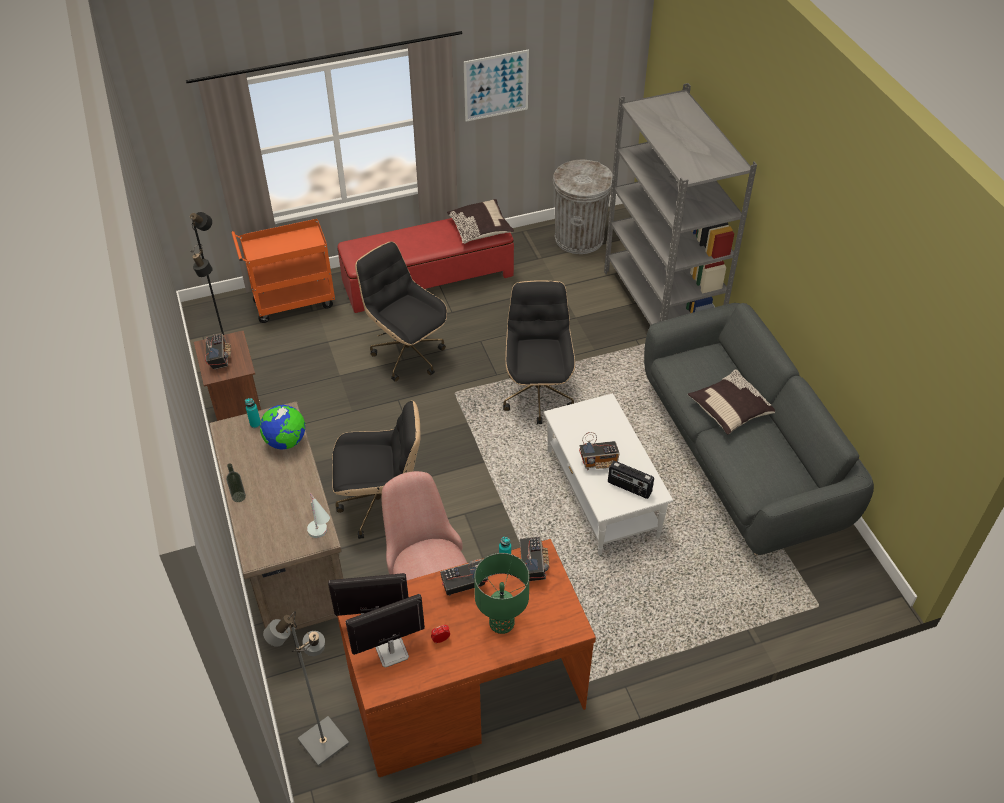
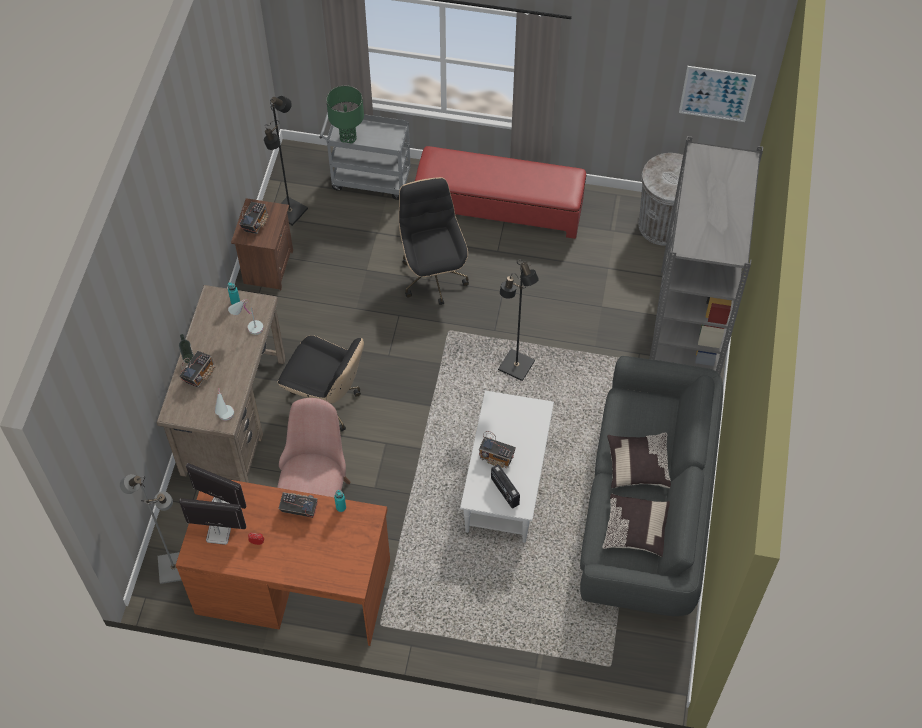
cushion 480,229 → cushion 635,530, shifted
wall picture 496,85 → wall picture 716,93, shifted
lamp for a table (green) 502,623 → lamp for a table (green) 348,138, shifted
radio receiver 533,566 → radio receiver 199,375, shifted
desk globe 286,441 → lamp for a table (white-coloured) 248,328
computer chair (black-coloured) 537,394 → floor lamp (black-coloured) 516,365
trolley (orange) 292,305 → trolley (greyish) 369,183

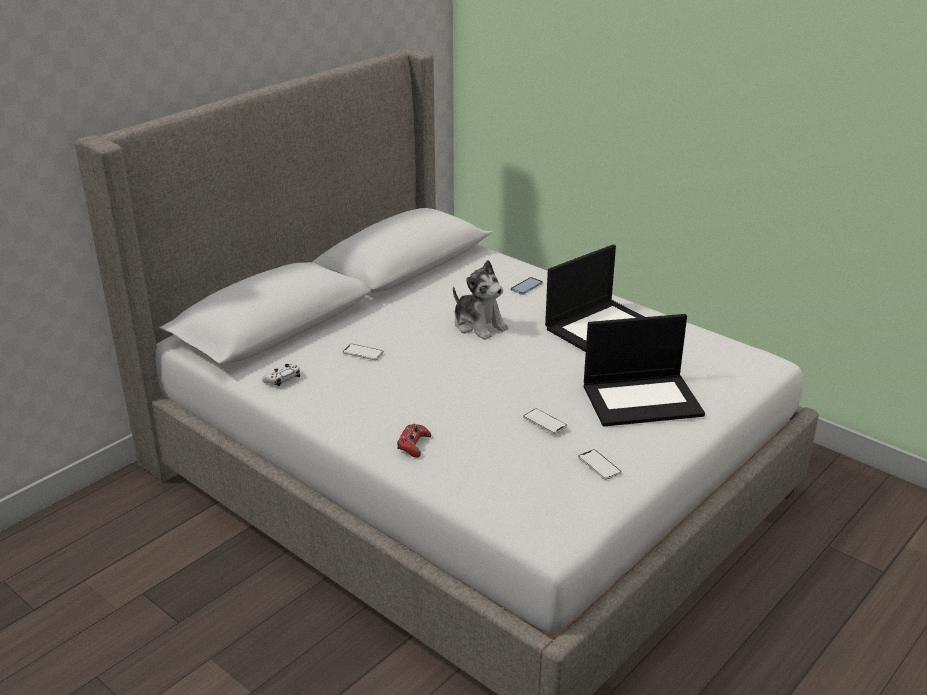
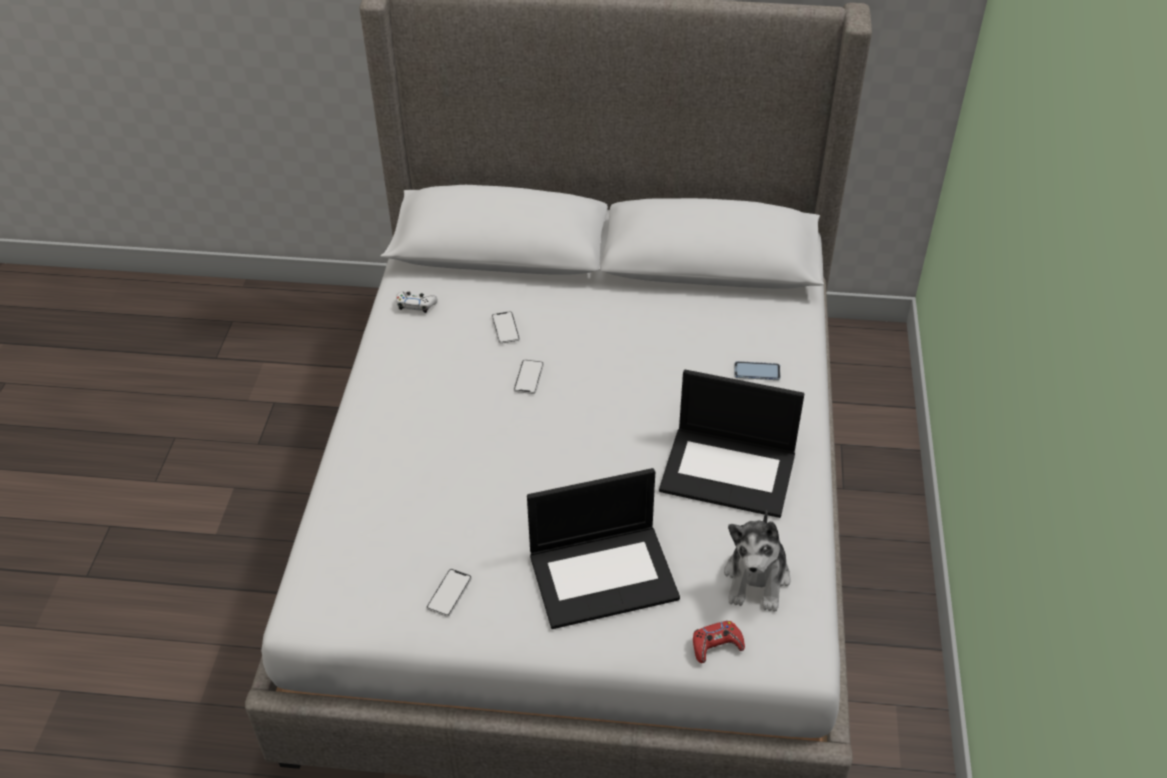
gamepad (reddish) 414,445 → gamepad (reddish) 716,645, shifted
plush toy 479,325 → plush toy 757,578, shifted
telephone 544,422 → telephone 529,377, shifted
laptop 643,399 → laptop 604,574, 60 degrees counterclockwise

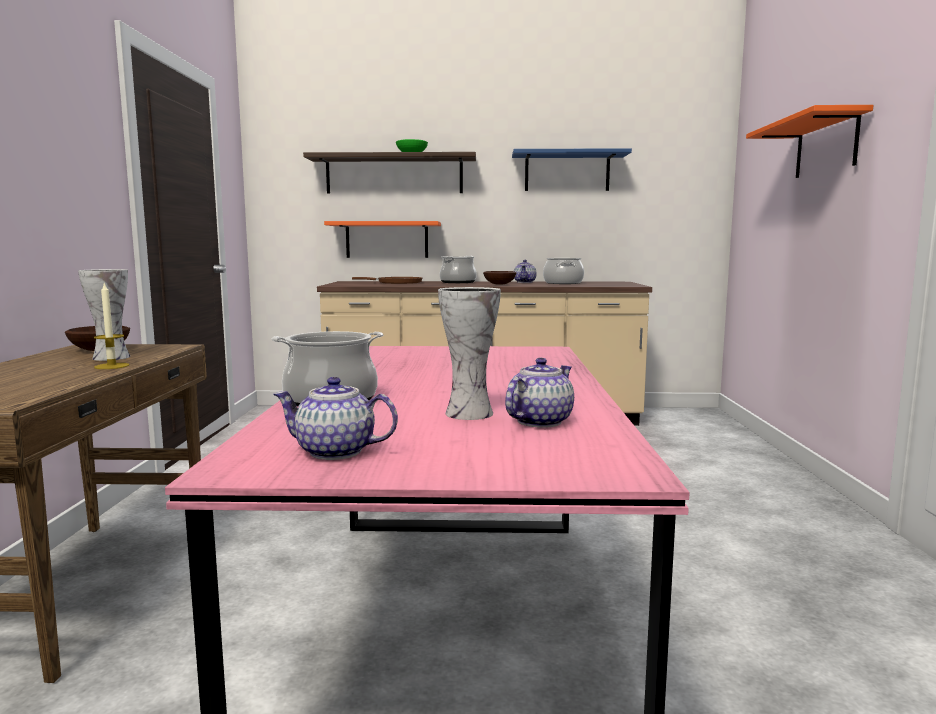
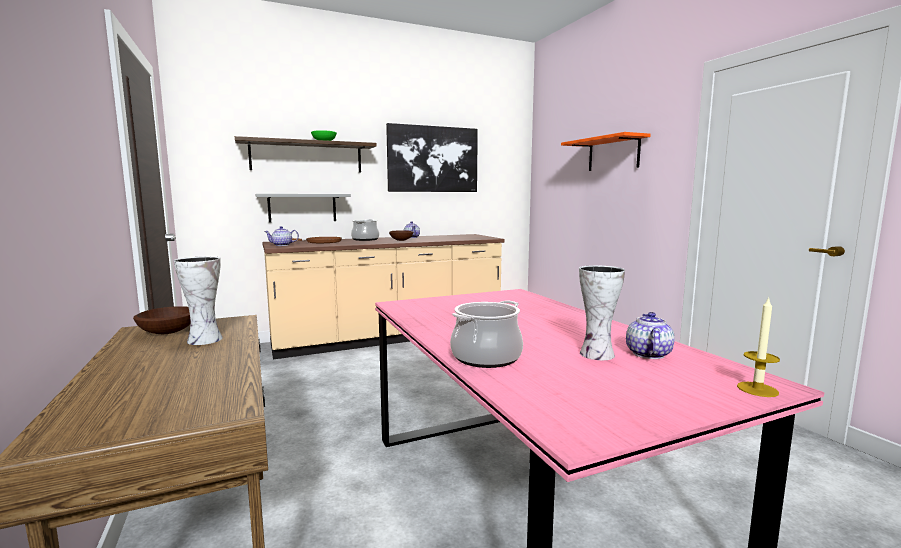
cooking pot 563,283 → -
wax candle 112,366 → wax candle 757,389, shifted
teapot 336,452 → teapot 282,245, shifted
shelf (bluish) 567,172 → wall picture 433,159
shelf (orange) 387,240 → shelf (greyish) 302,207

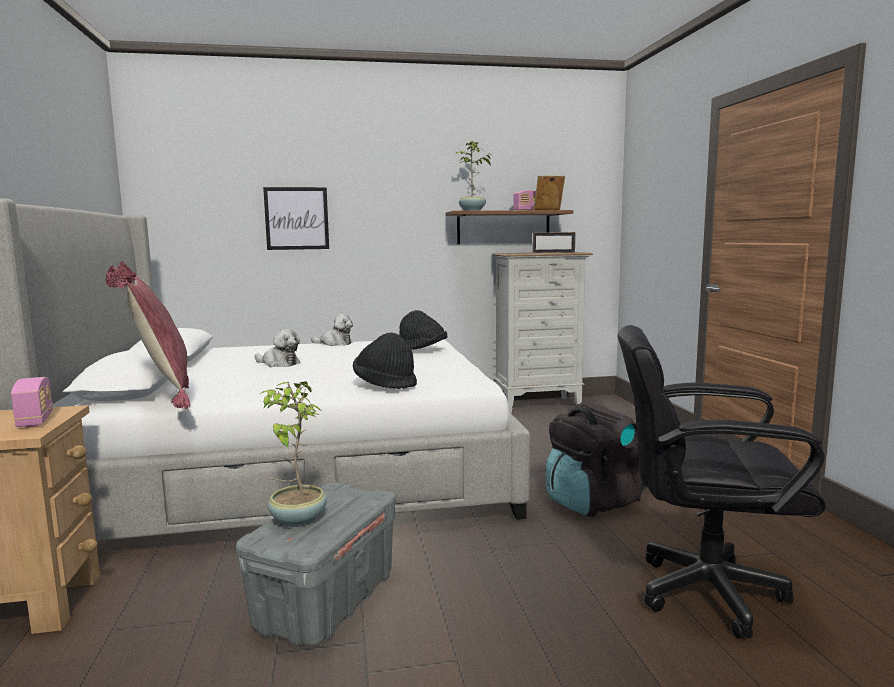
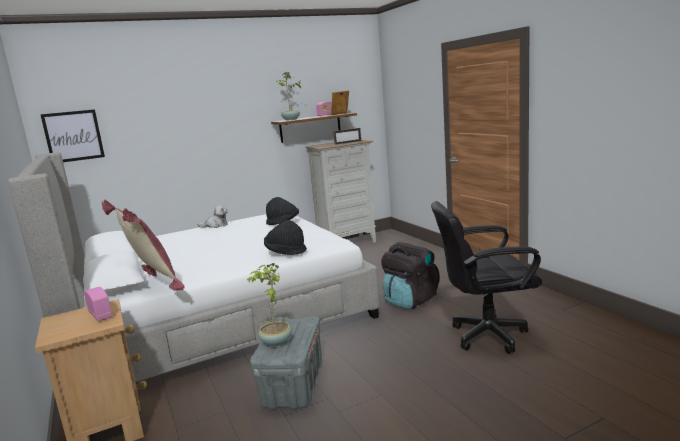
plush toy 279,364 → -
wall picture 296,218 → wall picture 73,136, shifted

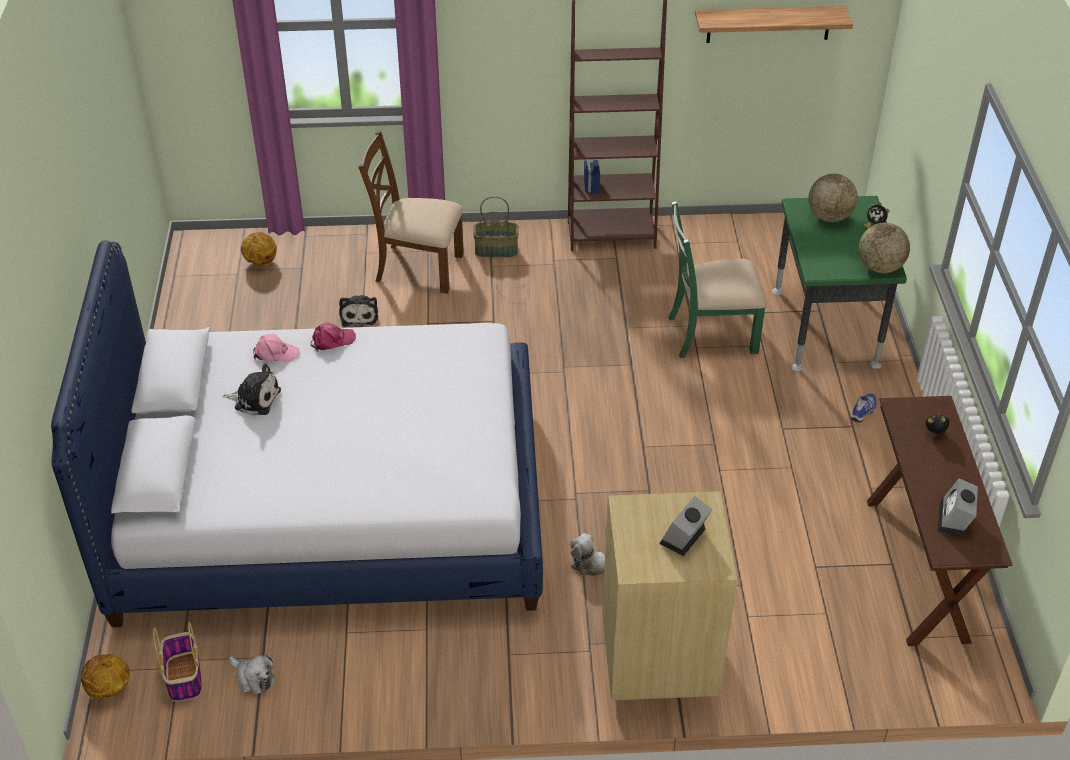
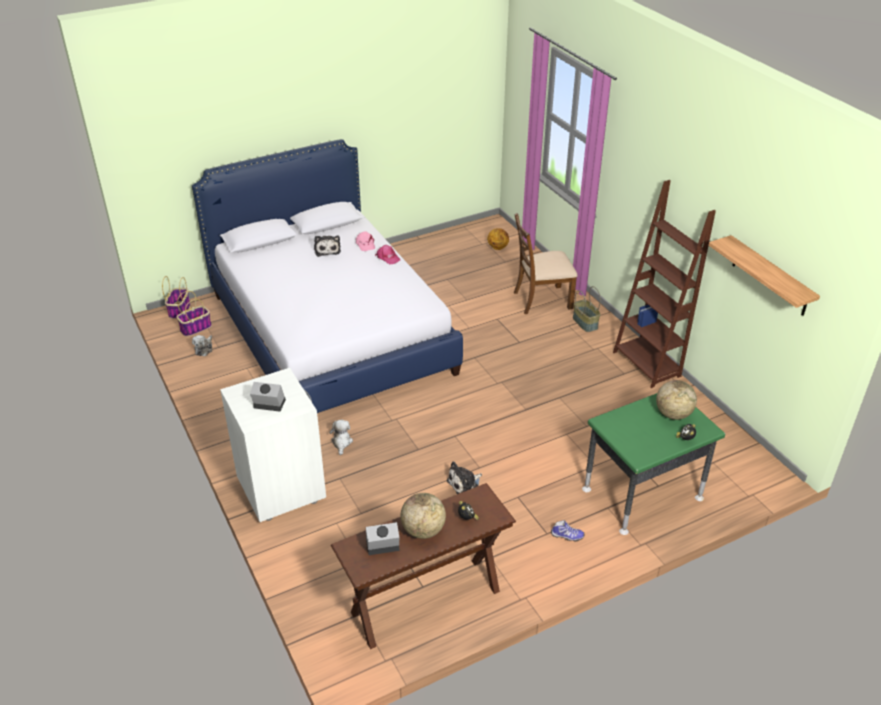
plain chair (green) 711,334 → -
plush toy 359,315 → plush toy 464,484, shifted
desk globe 880,267 → desk globe 423,530, shifted
ball for basketball 109,689 → storage basket 179,310
drawer chest (brown) 658,659 → drawer chest (white-coloured) 282,491
plain chair (brown) 418,268 → plain chair (brown) 541,300, 90 degrees counterclockwise

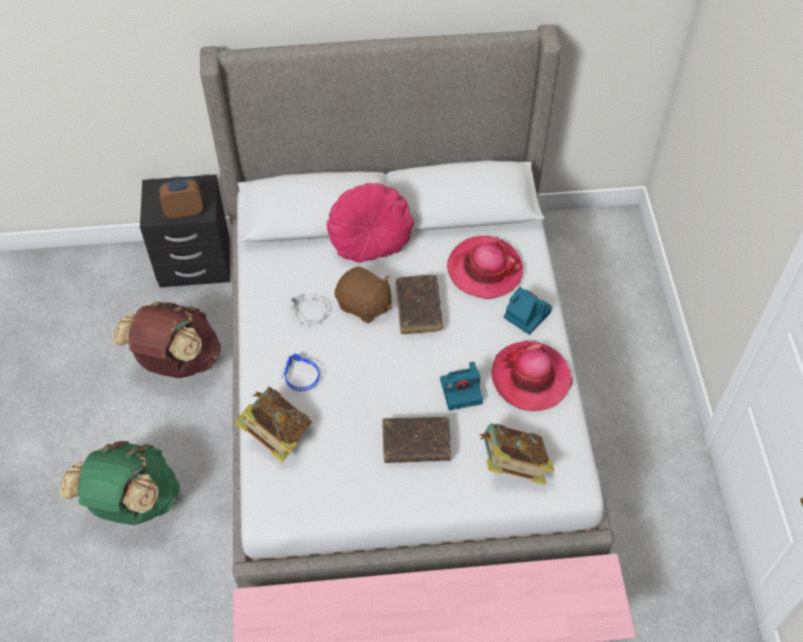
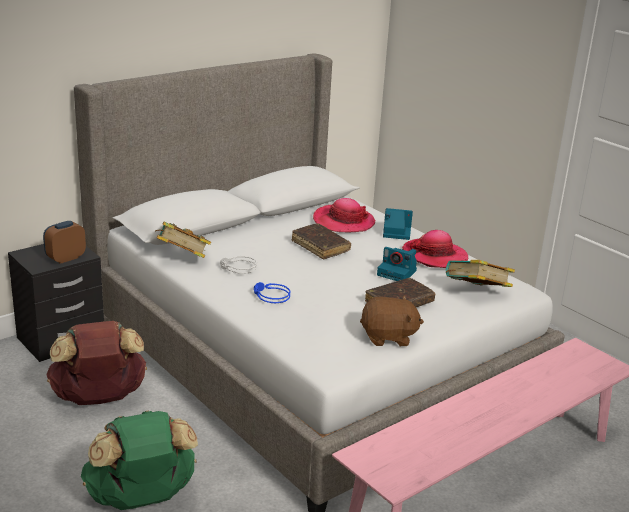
cushion (pink) 371,247 → -
volume 276,435 → volume 182,259, shifted
plush toy (brown) 364,305 → plush toy (brown) 388,337, shifted
photo camera 462,390 → photo camera 397,273, 75 degrees clockwise

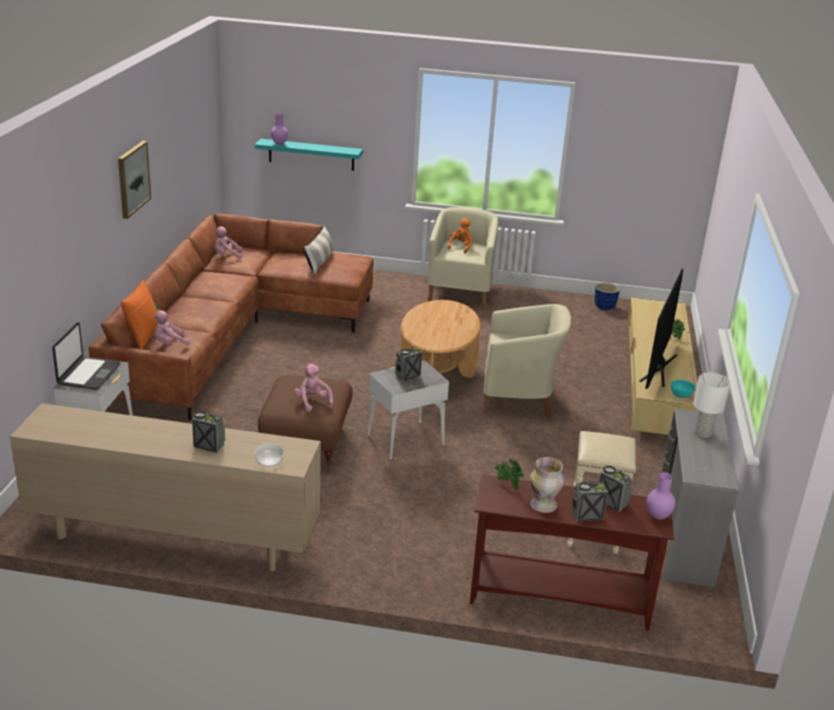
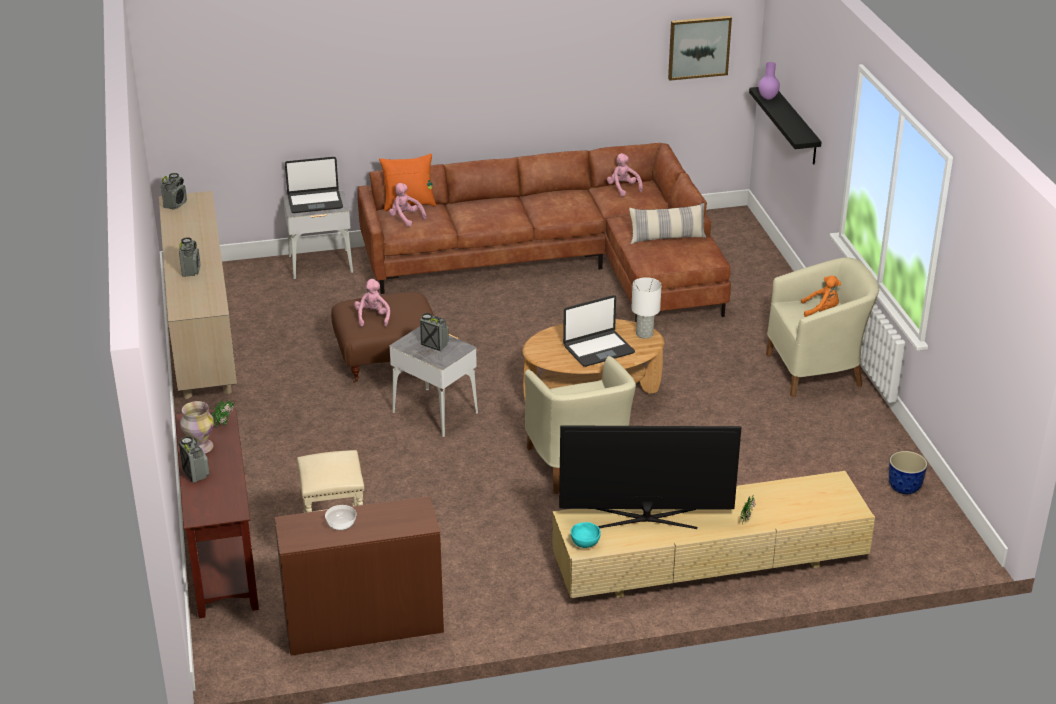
decorative vase (purple-coloured) 657,516 → -
- → laptop 598,349
wall picture 133,179 → wall picture 699,47, shifted
deep dish 269,461 → deep dish 341,524, shifted
radio receiver 612,502 → radio receiver 175,204, shifted
lamp for a table (white-coloured) 703,433 → lamp for a table (white-coloured) 644,334, shifted
shelf (blue-green) 311,155 → shelf (black-coloured) 795,126
desk (greyish) 682,540 → desk (brown) 363,624
plush toy (pink) 312,402 → plush toy (pink) 372,317, 45 degrees counterclockwise

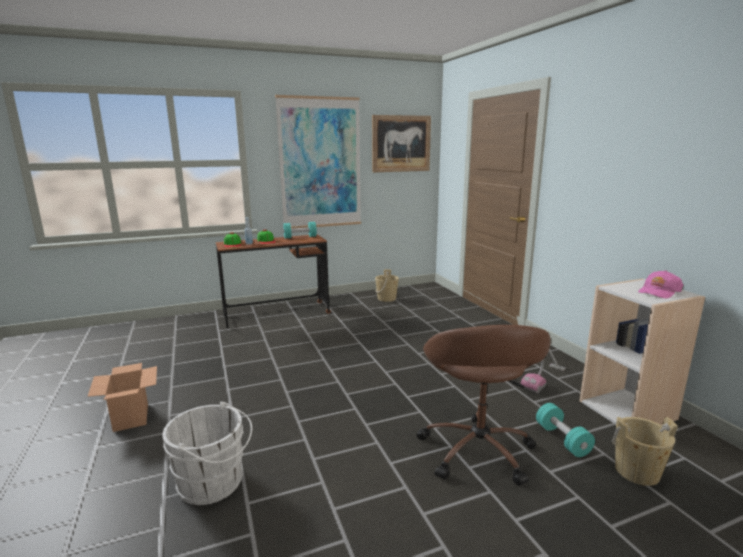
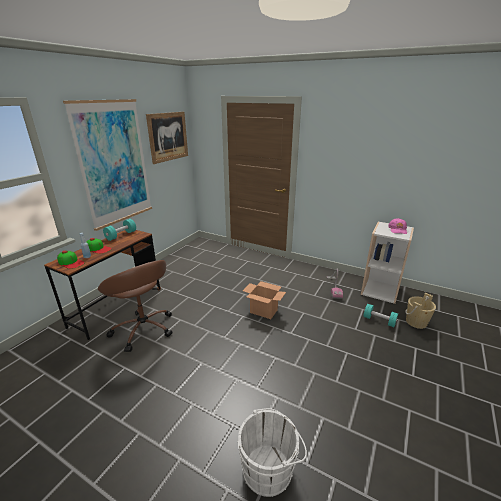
bucket (beige) 386,298 → -
carton 131,417 → carton 263,311, shifted
computer chair (brown) 477,453 → computer chair (brown) 144,330, shifted

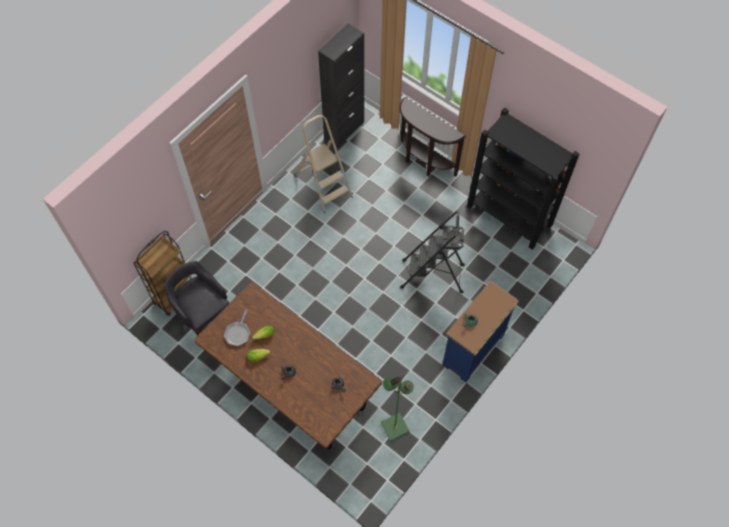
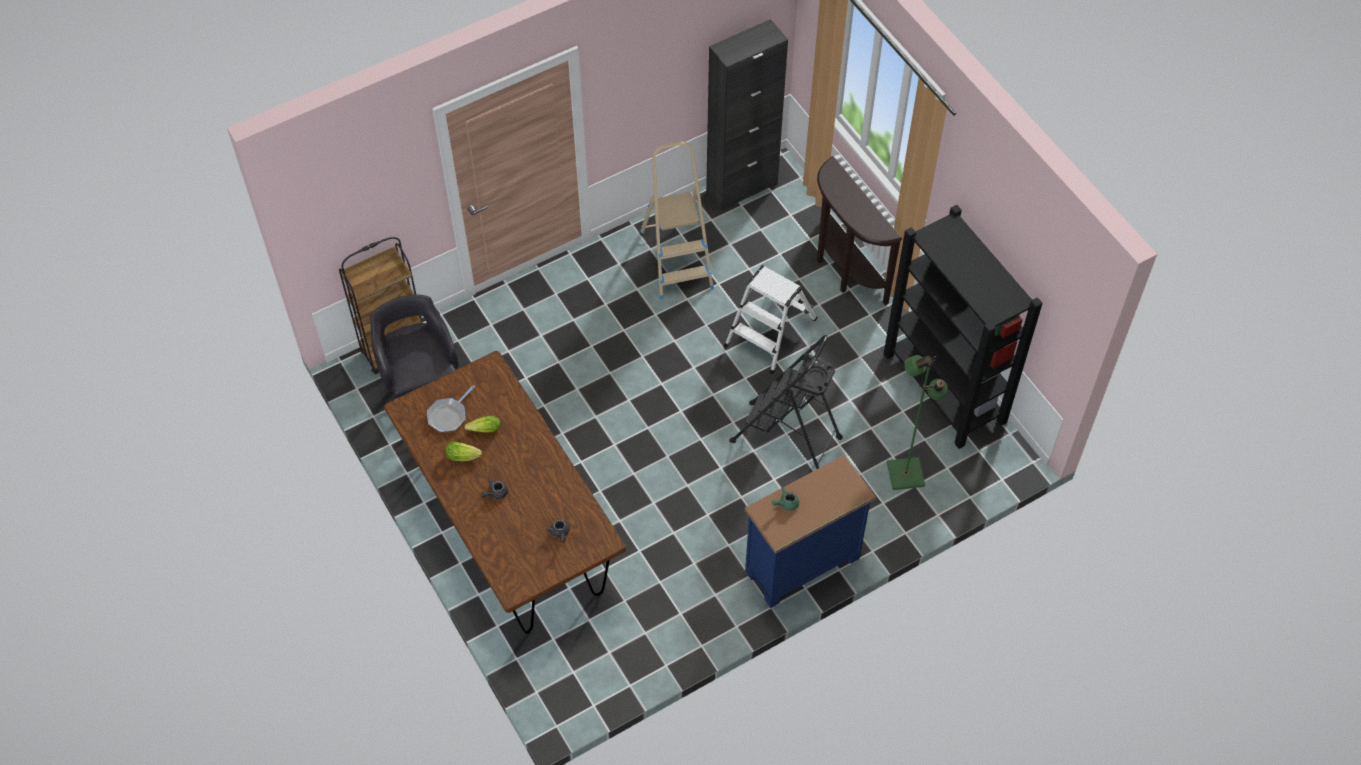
- → step stool (white-coloured) 771,332
floor lamp (green) 395,427 → floor lamp (green) 905,474, shifted

